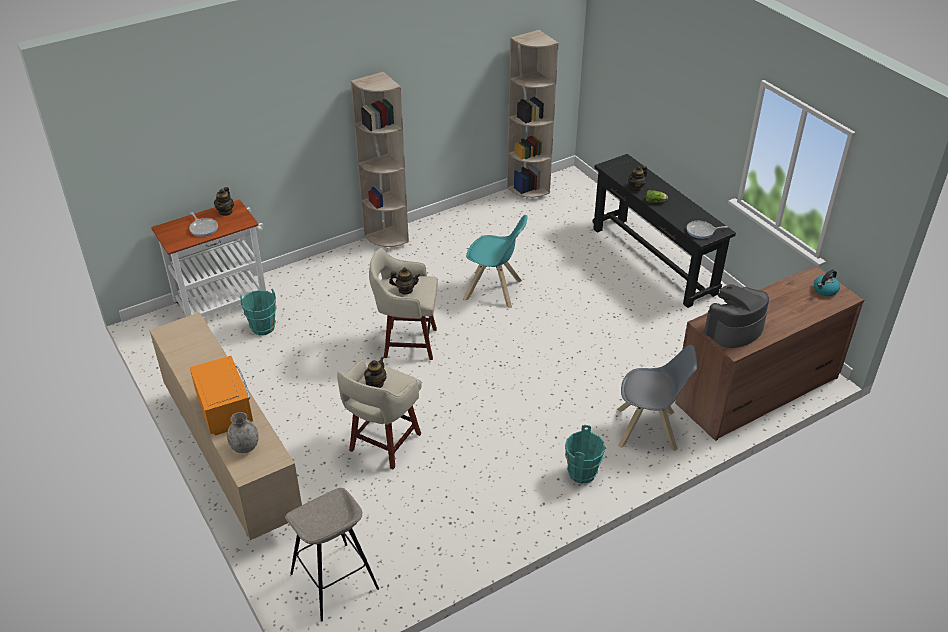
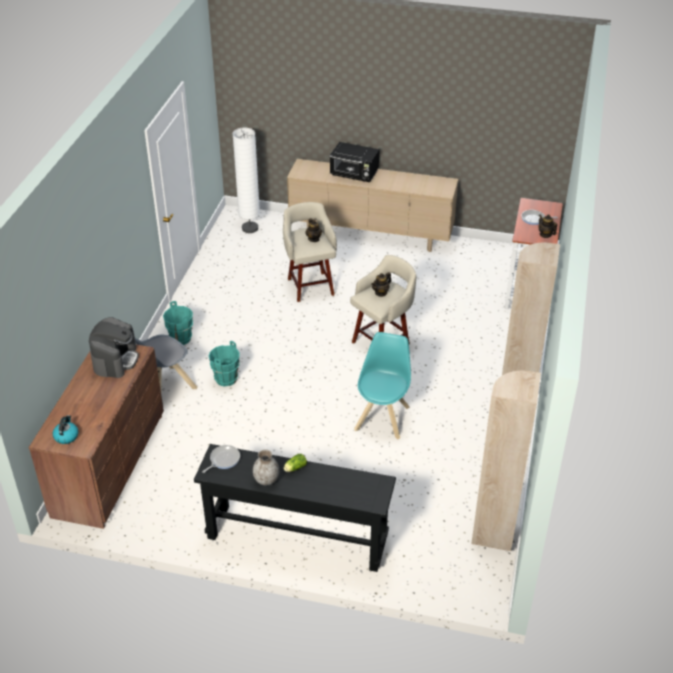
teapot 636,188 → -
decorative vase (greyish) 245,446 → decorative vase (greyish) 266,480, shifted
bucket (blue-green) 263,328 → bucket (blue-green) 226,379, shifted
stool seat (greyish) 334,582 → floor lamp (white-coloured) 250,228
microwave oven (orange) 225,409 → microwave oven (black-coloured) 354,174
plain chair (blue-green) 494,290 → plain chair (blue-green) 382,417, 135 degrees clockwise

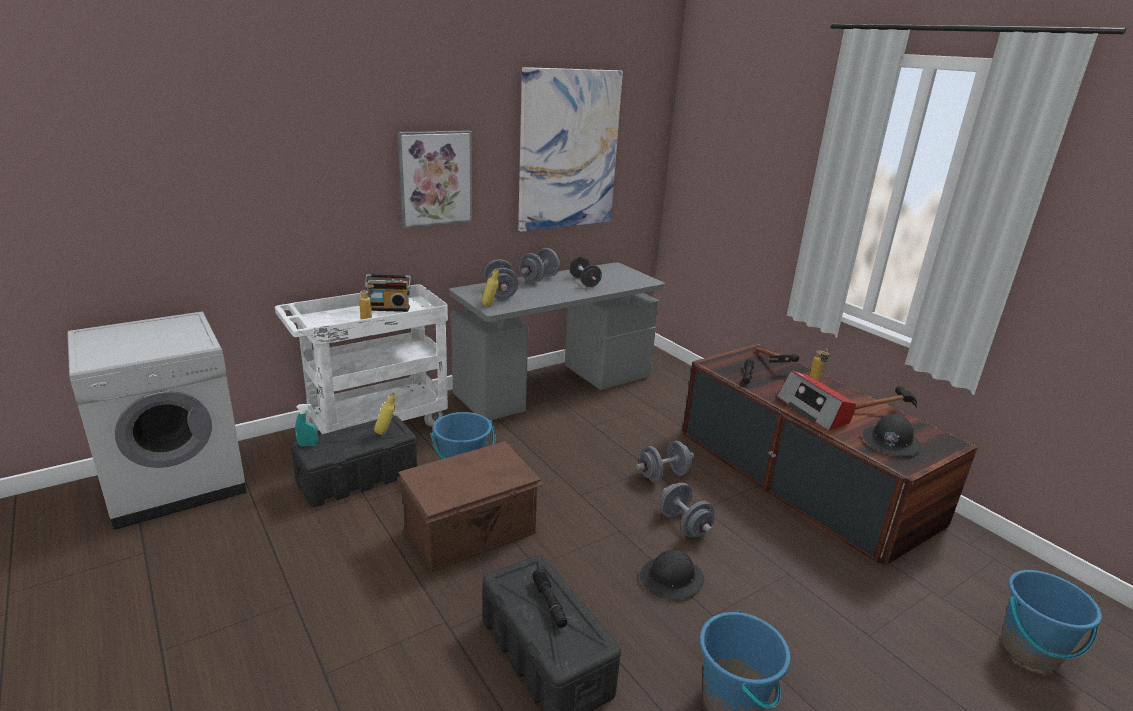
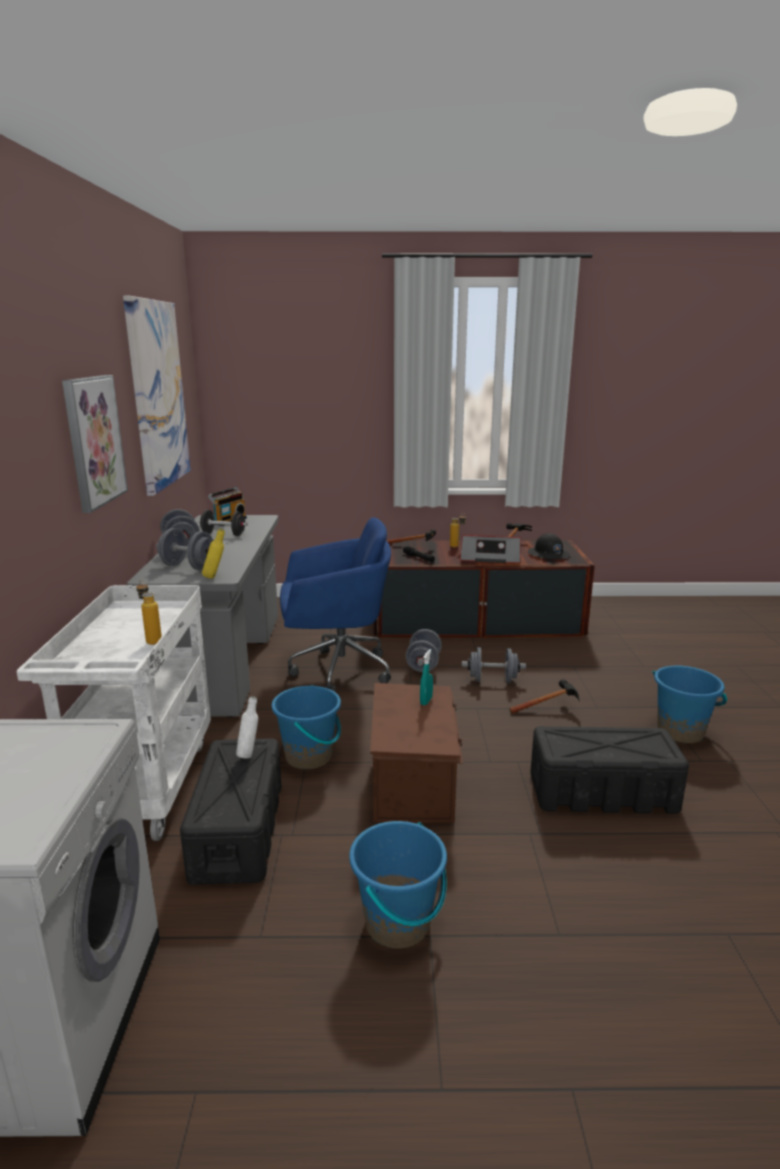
torch (black-coloured) 549,603 → -
- → computer chair (bluish) 336,672
spray bottle (blue-green) 308,445 → spray bottle (blue-green) 426,701, shifted
radio receiver 389,308 → radio receiver 229,521, shifted
bucket (bluish) 1030,651 → bucket (bluish) 398,923, shifted
safety helmet (black-coloured) 672,579 → tool hammer 550,708
beverage bottle (yellowish) 386,433 → beverage bottle (white-coloured) 249,754

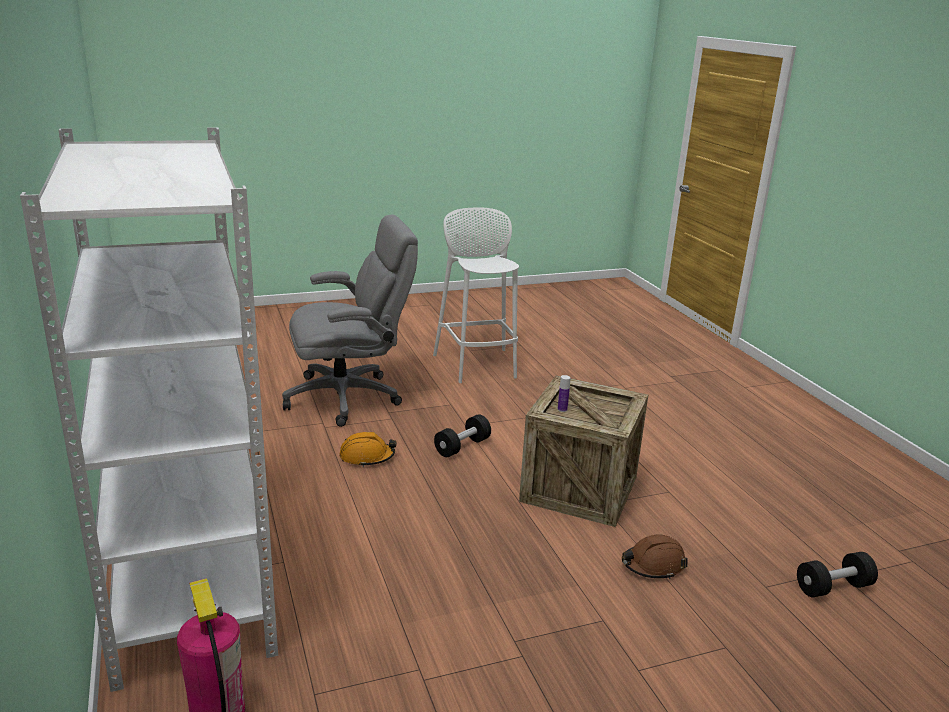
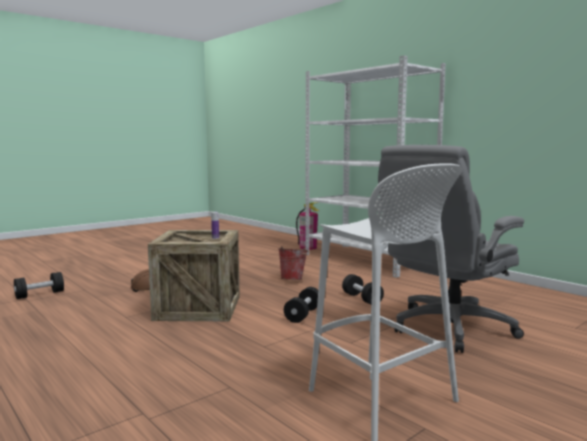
- → bucket 293,280
safety helmet (orange) 367,457 → free weight (black-coloured) 362,299

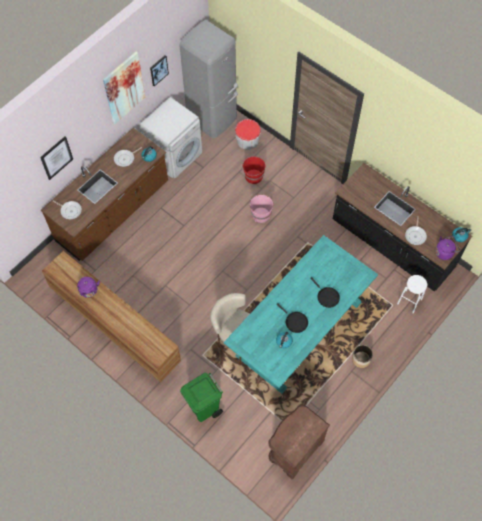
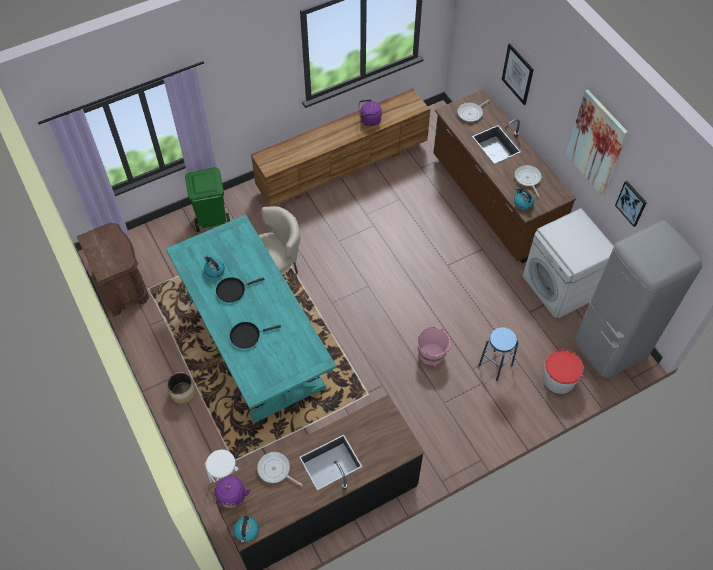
bucket (reddish) 253,176 → stool seat (bluish) 495,365

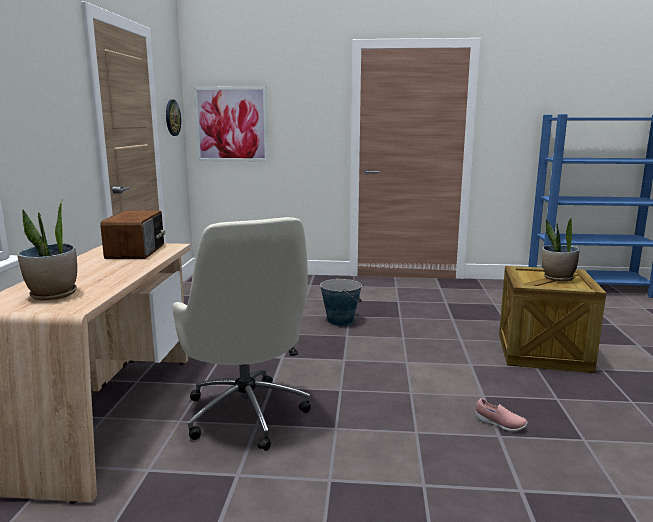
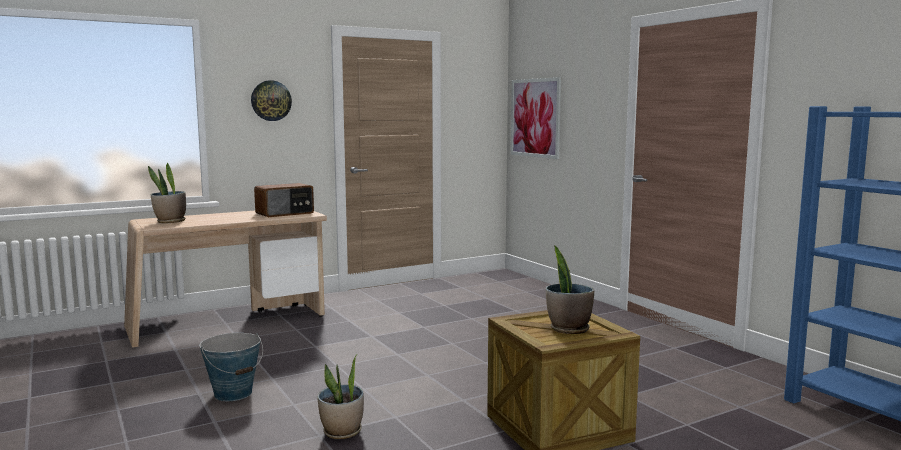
computer chair (beige) 246,414 → -
hanging clock 172,117 → hanging clock 271,100, shifted
bucket 340,321 → bucket 233,393, shifted
item of footwear (pink) 499,424 → plant in a pot 342,432

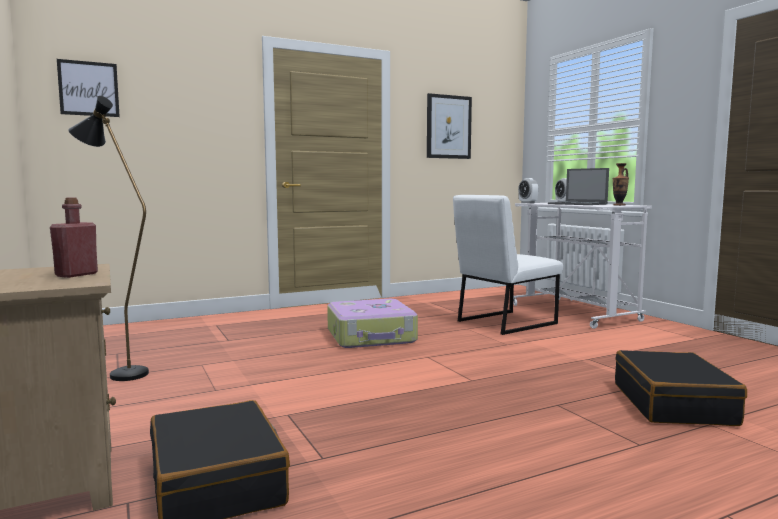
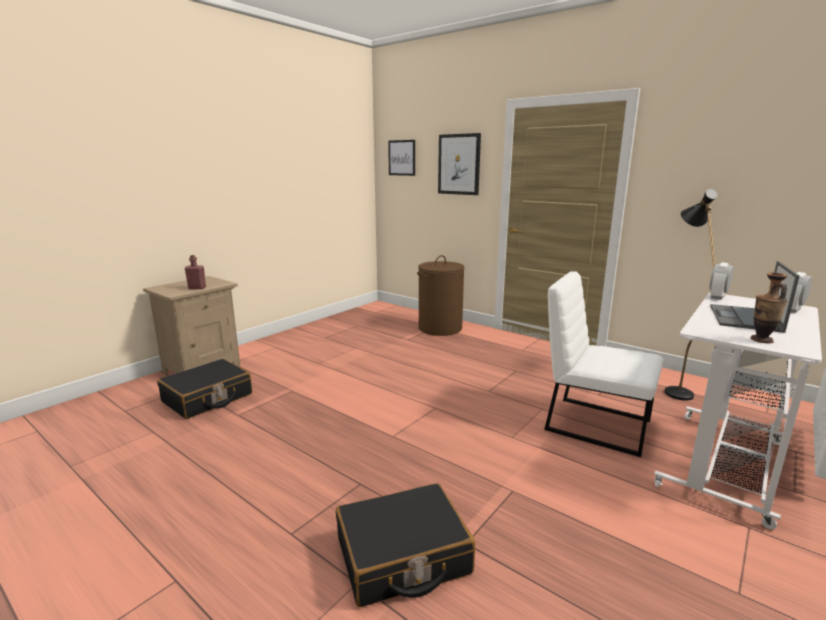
travel case 372,336 → -
- → washing basket (brown) 440,328
floor lamp (black-coloured) 119,373 → floor lamp (black-coloured) 673,389, shifted
wall picture 448,127 → wall picture 459,164, shifted

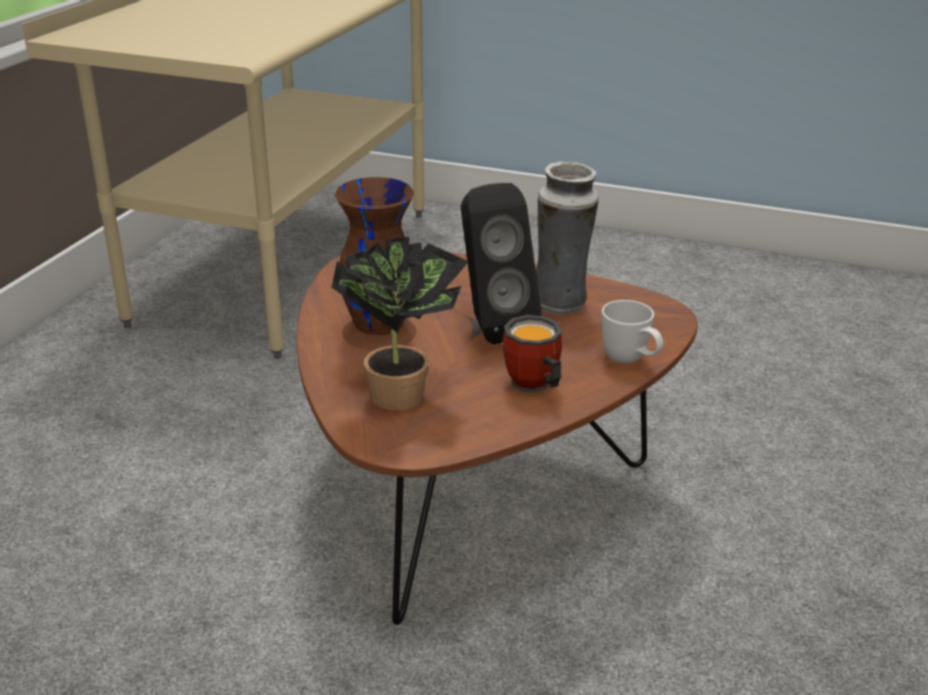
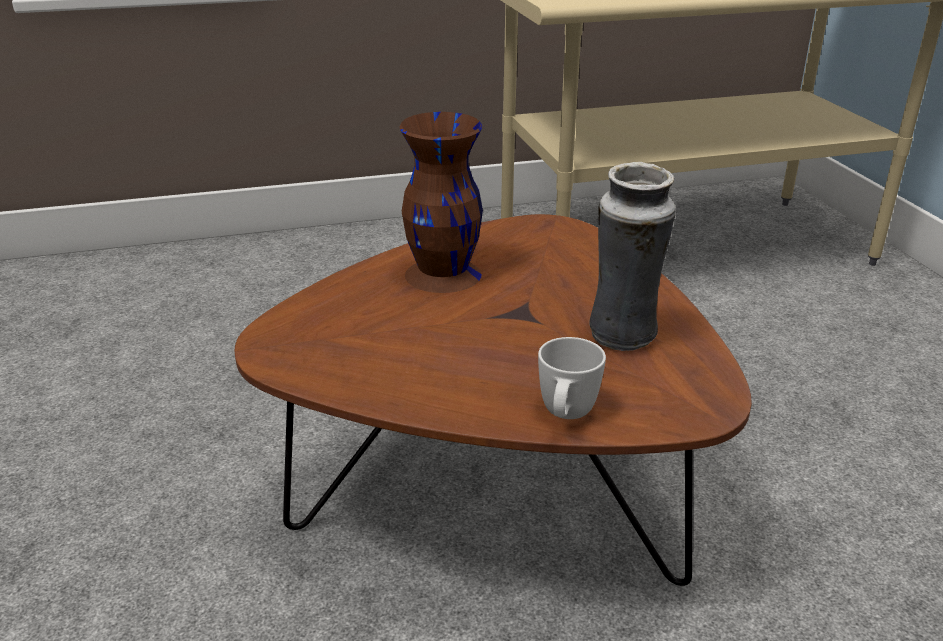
plant in a pot 401,391 → -
speaker (black-coloured) 491,327 → -
tea mug 532,387 → -

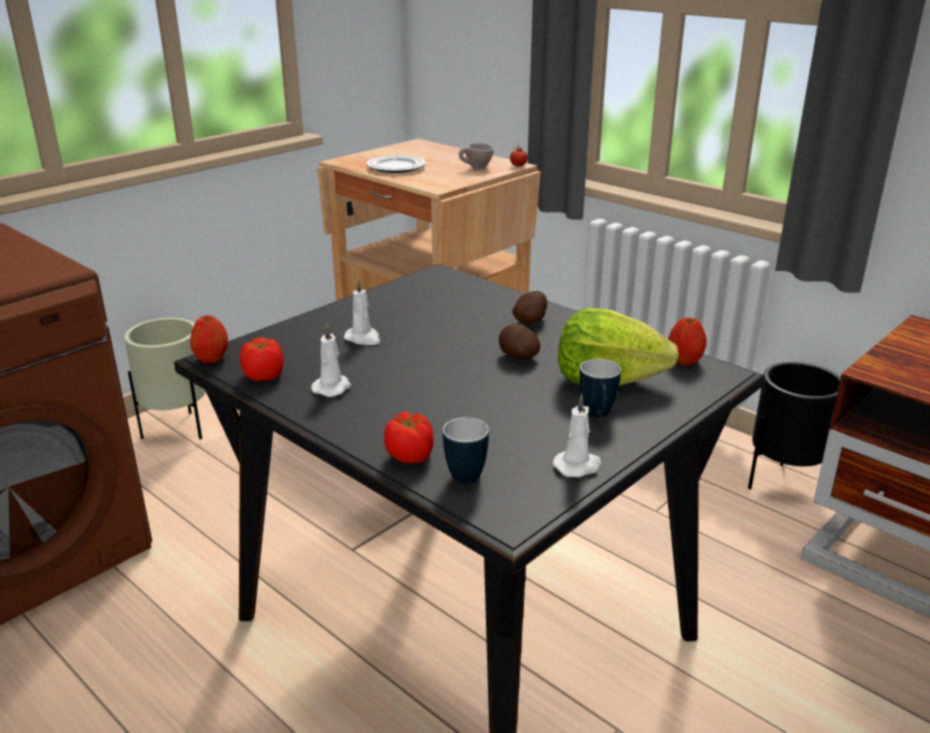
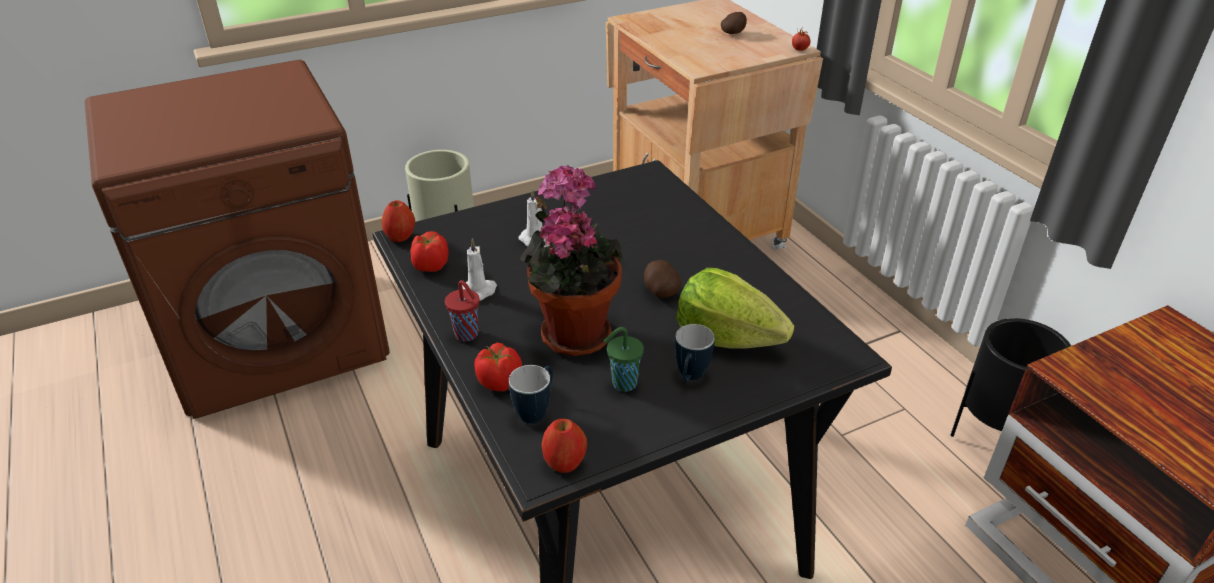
plate 395,167 → -
small cup (beige) 475,168 → -
wax candle (white-coloured) 578,466 → -
- → small cup (reddish) 467,335
- → plant in a pot 573,331
- → small cup (green) 622,383
spud 531,321 → spud 733,33, shifted
apple 684,361 → apple 564,463, shifted

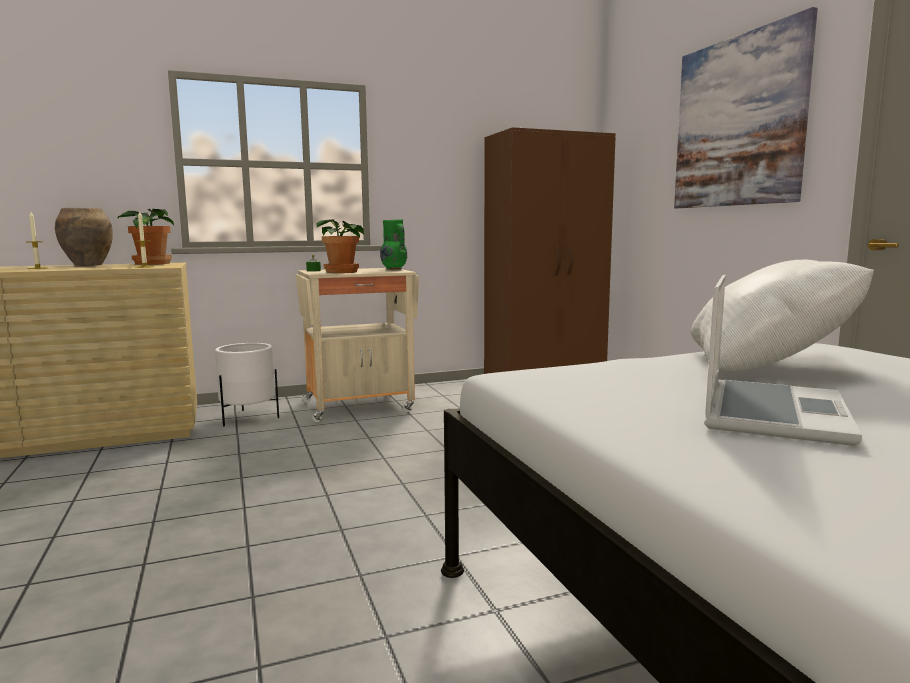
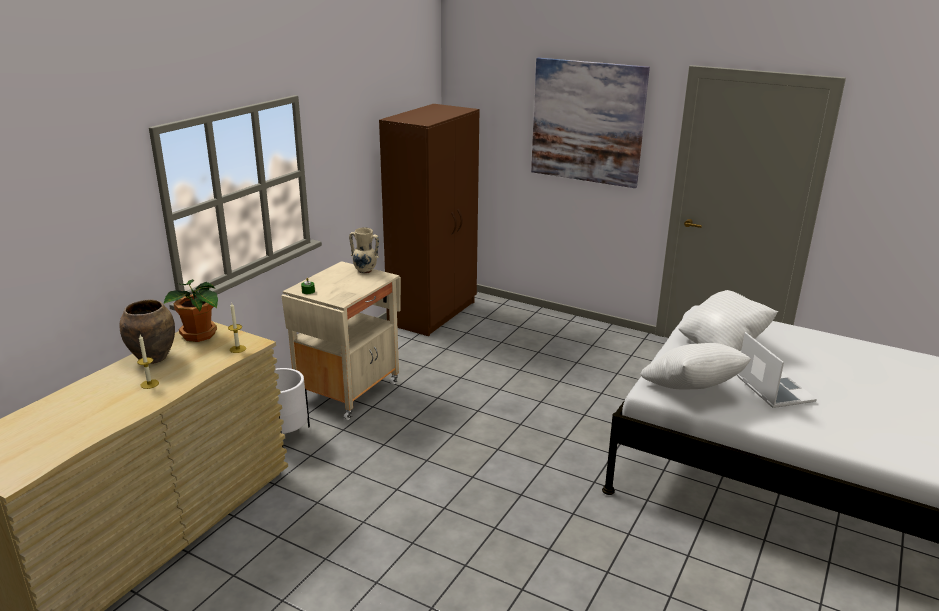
plant in a pot 343,272 → -
- → cushion (white-coloured) 691,391
decorative vase (green) 394,269 → decorative vase (beige) 365,271

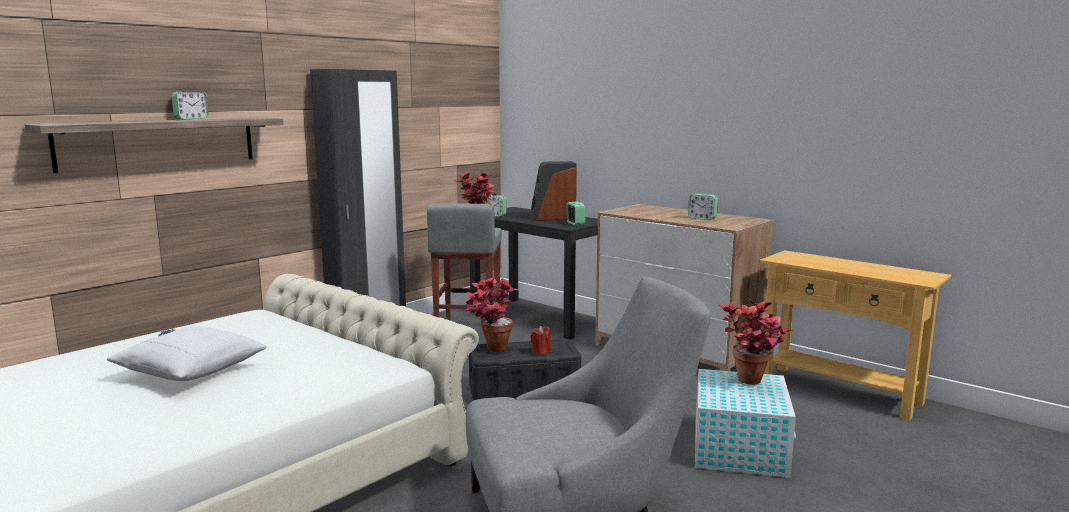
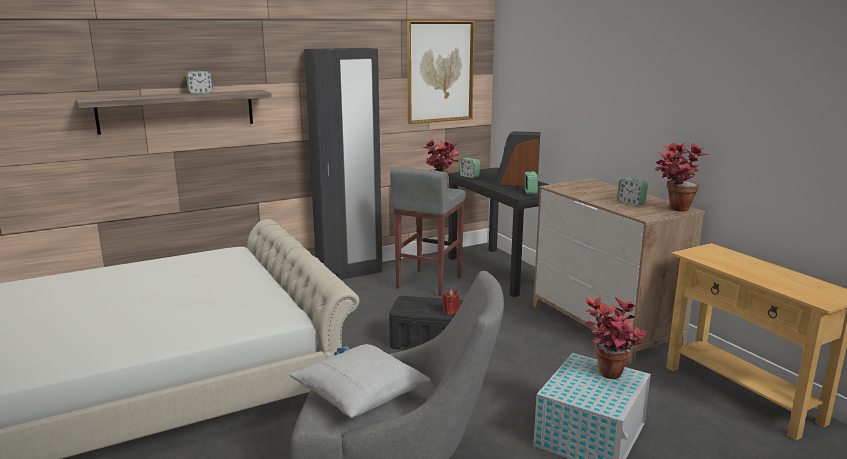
- → wall picture 440,72
cushion (greyish) 191,372 → cushion (greyish) 361,395, shifted
plant in a pot 490,350 → plant in a pot 673,210, shifted

